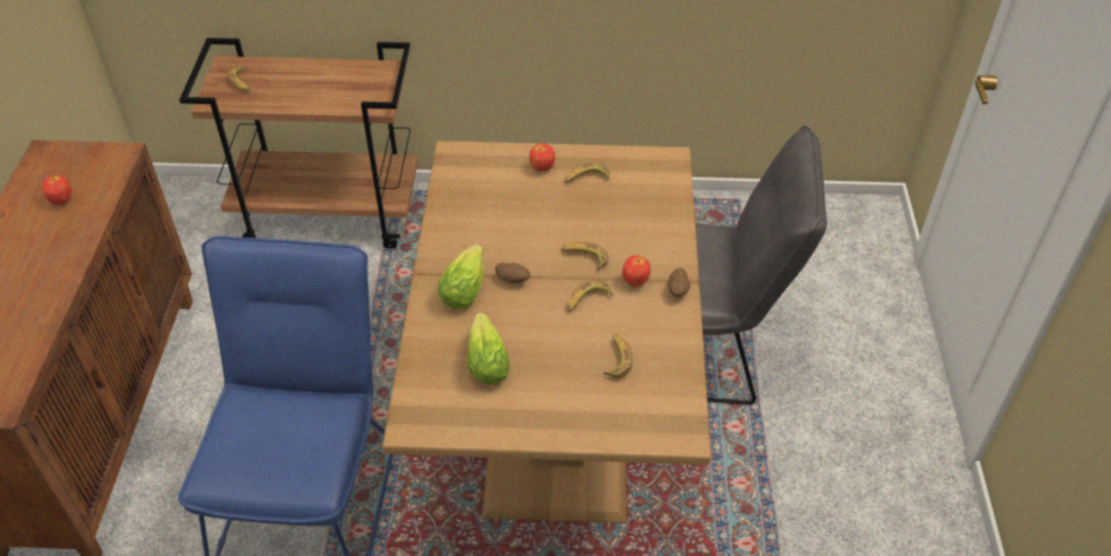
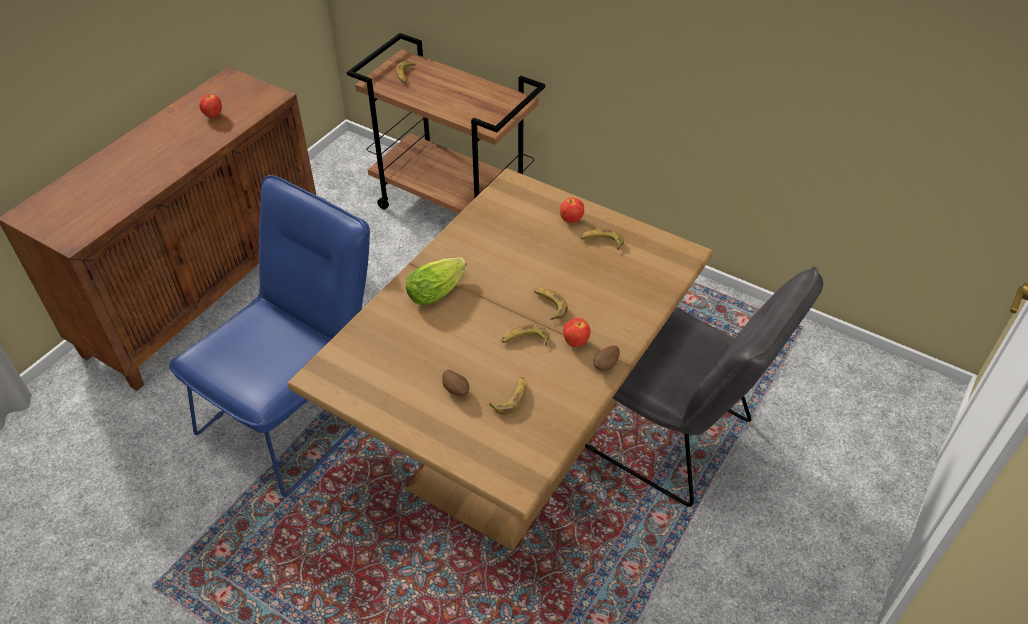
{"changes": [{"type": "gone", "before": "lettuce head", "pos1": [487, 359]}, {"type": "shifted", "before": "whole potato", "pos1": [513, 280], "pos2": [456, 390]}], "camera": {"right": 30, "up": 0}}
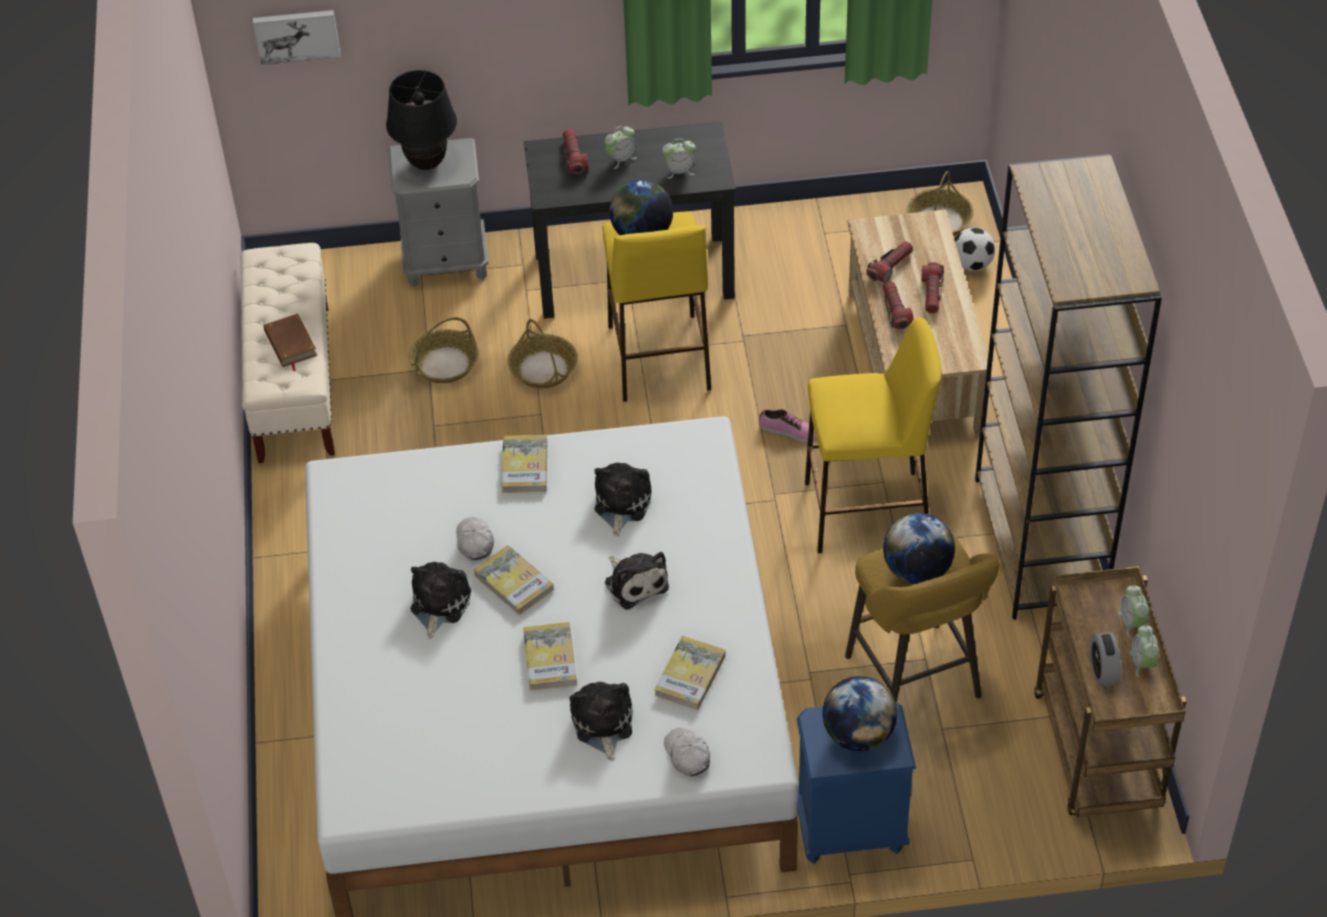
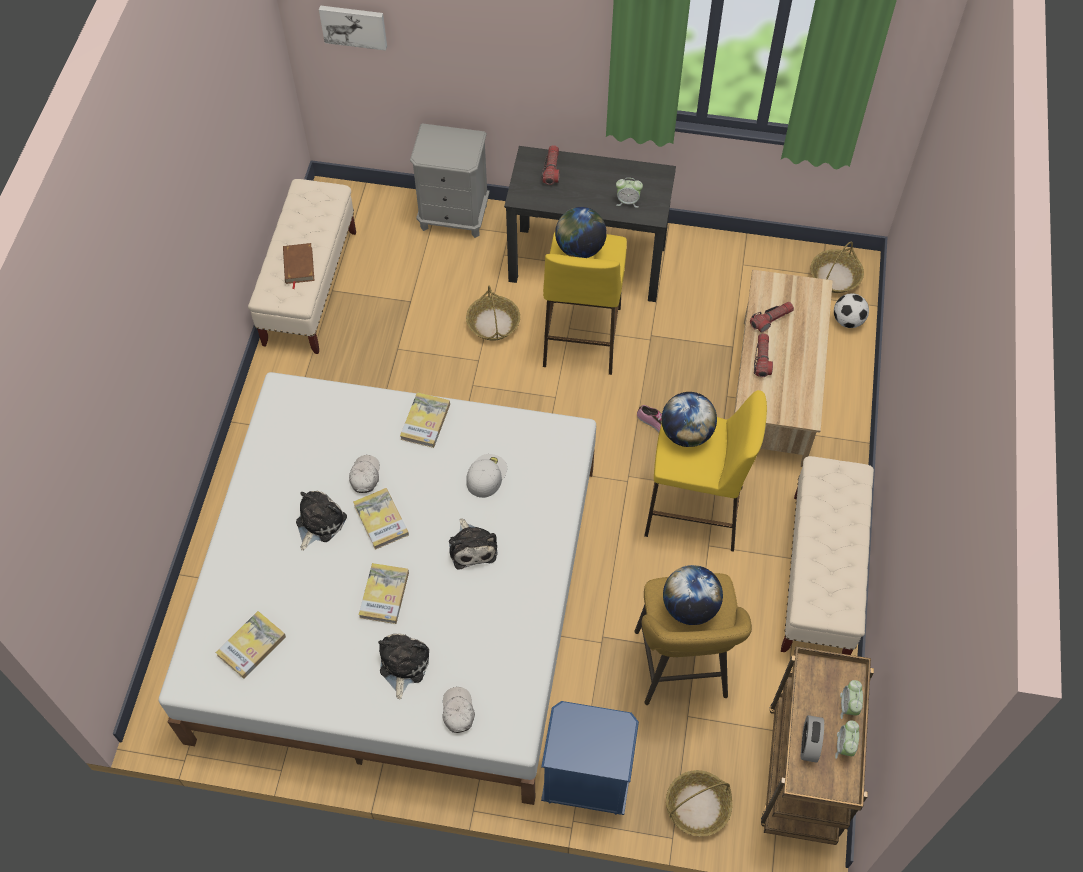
{"changes": [{"type": "gone", "before": "tabletop lamp (black)", "pos1": [427, 164]}, {"type": "gone", "before": "bedside clock", "pos1": [621, 159]}, {"type": "gone", "before": "flashlight", "pos1": [931, 293]}, {"type": "shifted", "before": "household basket", "pos1": [445, 363], "pos2": [698, 806]}, {"type": "shifted", "before": "bound book", "pos1": [690, 675], "pos2": [251, 646]}, {"type": "shifted", "before": "world globe", "pos1": [858, 735], "pos2": [686, 433]}, {"type": "swapped", "before": "cuddly toy", "after": "baseball cap (whitish)", "pos1": [621, 504], "pos2": [486, 475]}, {"type": "swapped", "before": "bookshelf (brown-coloured)", "after": "bench (beige-coloured)", "pos1": [1040, 543], "pos2": [819, 577]}], "camera": {"right": 15, "up": 10}}
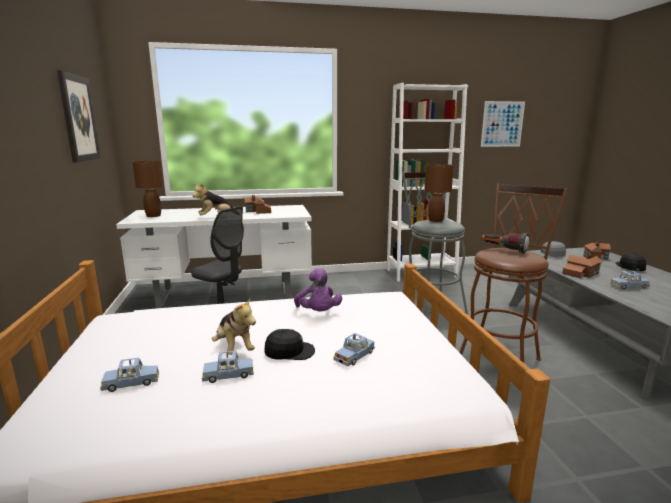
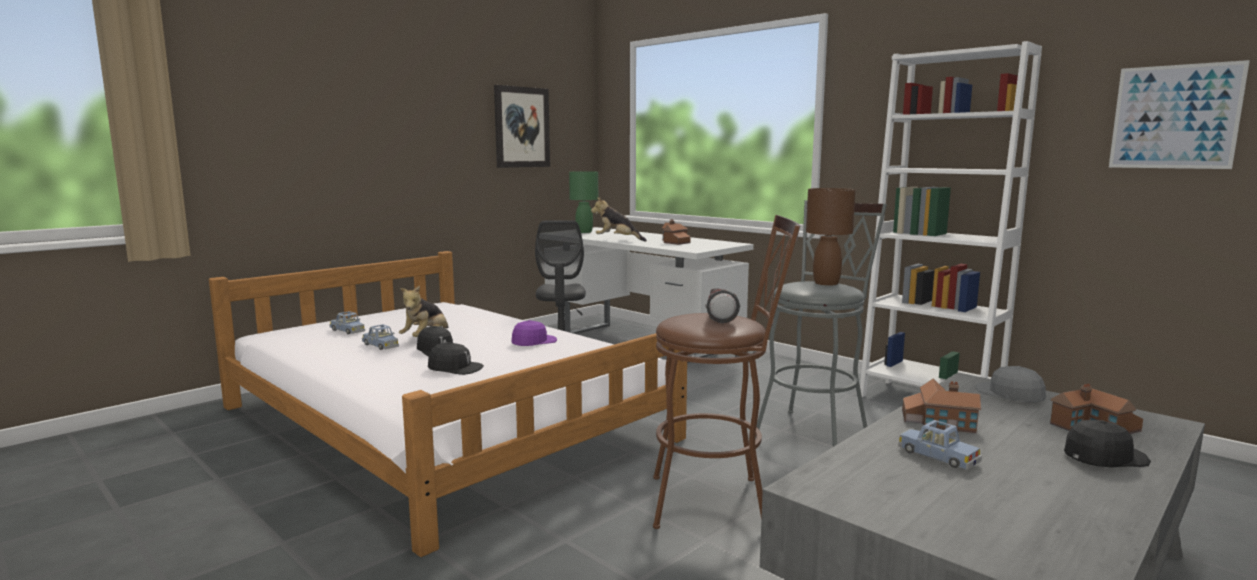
{"changes": [{"type": "swapped", "before": "cuddly toy (purplish)", "after": "baseball cap (purplish)", "pos1": [318, 313], "pos2": [533, 342]}, {"type": "swapped", "before": "toy car (bluish)", "after": "baseball cap (black)", "pos1": [355, 356], "pos2": [455, 368]}, {"type": "repainted", "before": "tabletop lamp (brown-coloured)", "after": "tabletop lamp (green-coloured)", "pos1": [153, 216], "pos2": [584, 232]}], "camera": {"right": 55, "up": -5}}
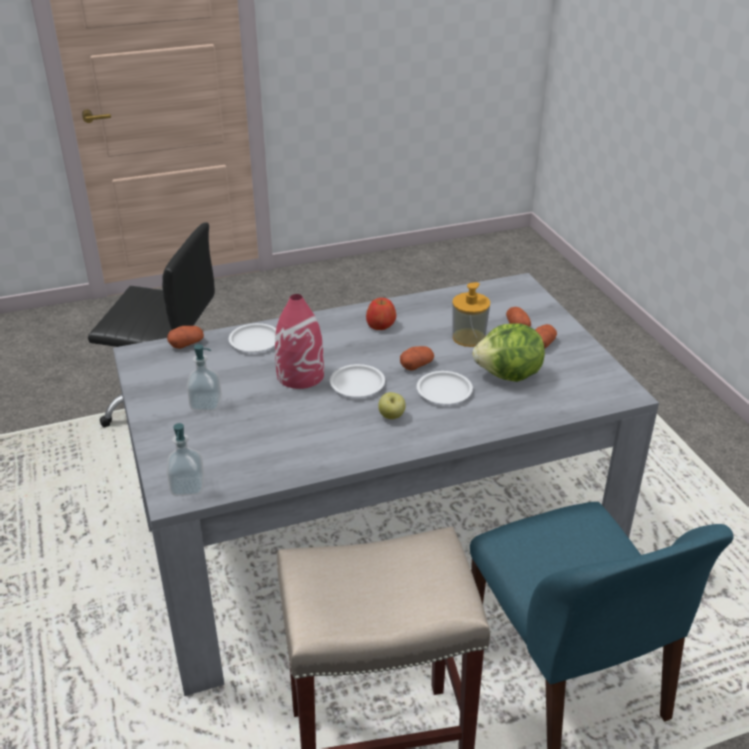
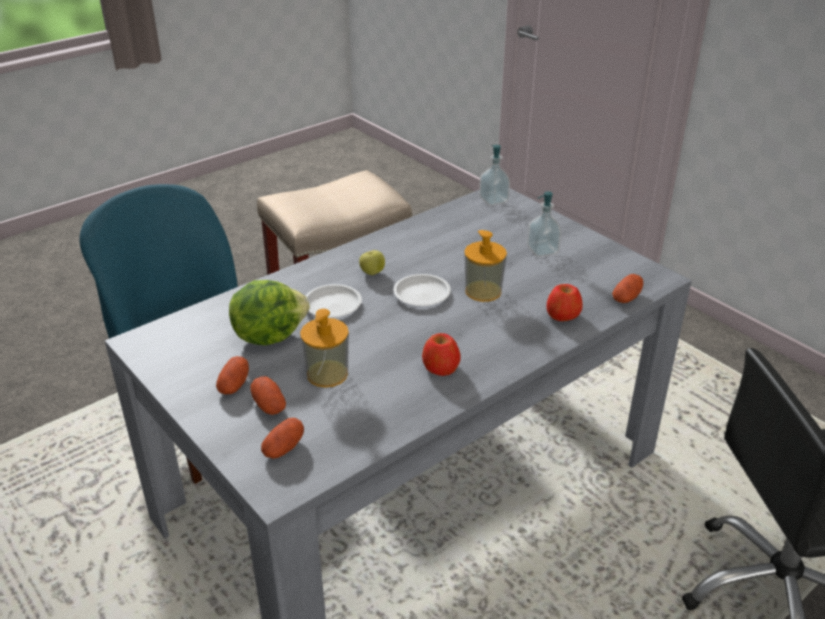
{"changes": [{"type": "shifted", "before": "whole potato", "pos1": [416, 365], "pos2": [283, 448]}, {"type": "swapped", "before": "dinner plate (whitish)", "after": "apple", "pos1": [254, 341], "pos2": [562, 315]}, {"type": "swapped", "before": "decorative vase (reddish)", "after": "liquid soap bottle", "pos1": [300, 375], "pos2": [483, 291]}], "camera": {"right": 160, "up": 0}}
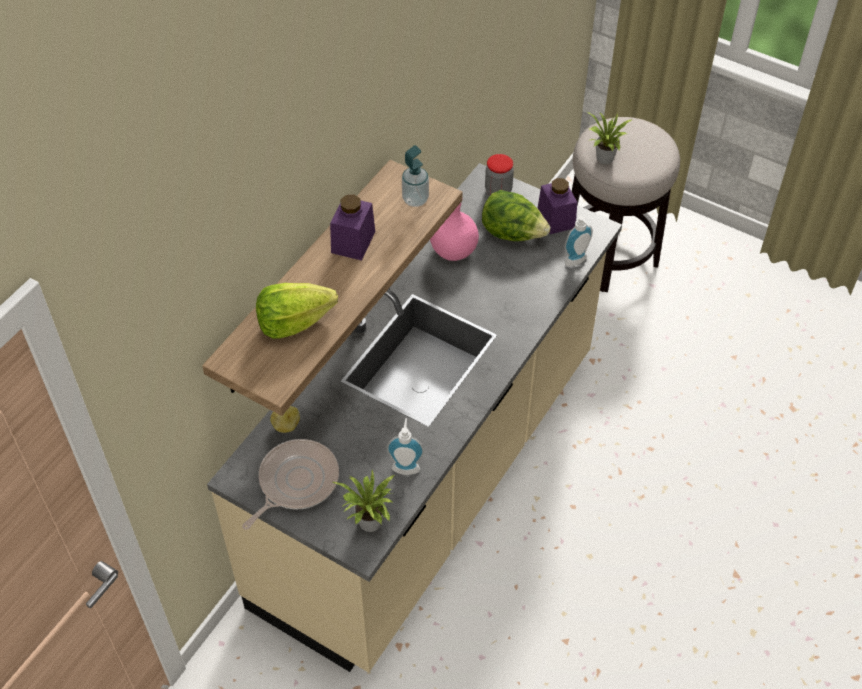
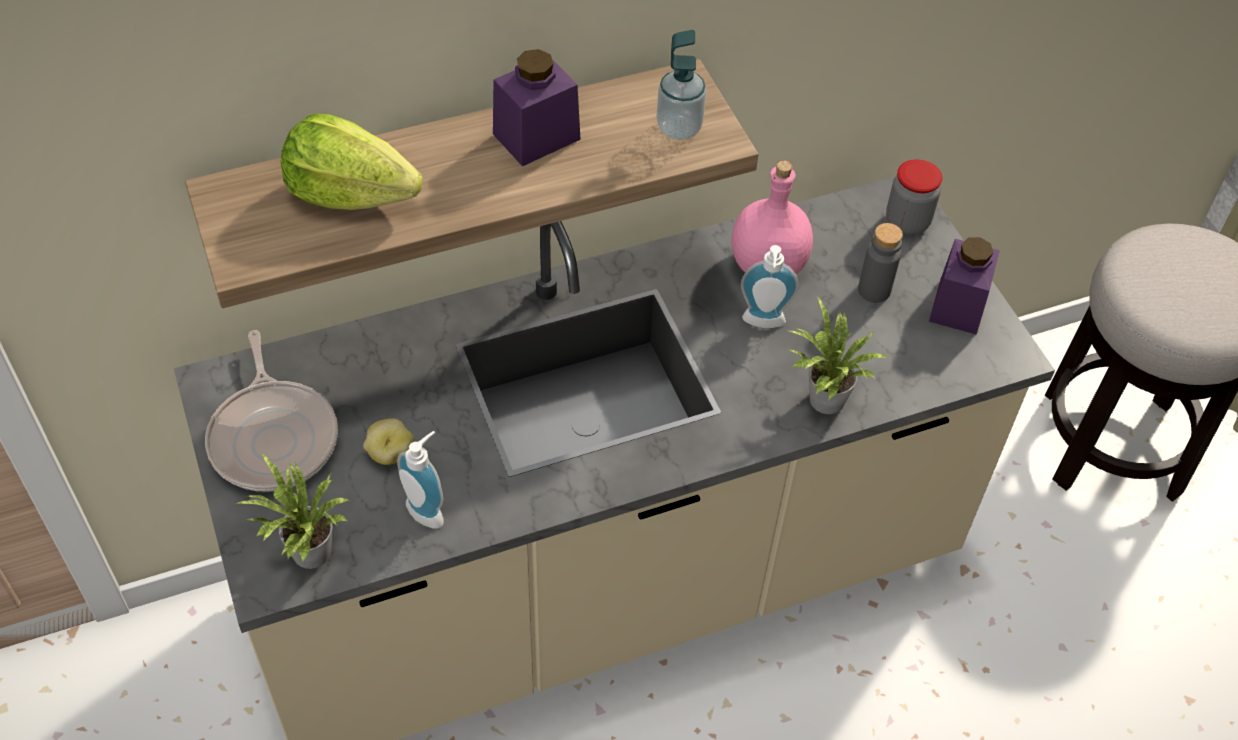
{"changes": [{"type": "shifted", "before": "whole potato", "pos1": [286, 425], "pos2": [389, 452]}, {"type": "shifted", "before": "liquid soap bottle", "pos1": [577, 262], "pos2": [763, 324]}, {"type": "shifted", "before": "potted plant", "pos1": [604, 159], "pos2": [822, 402]}, {"type": "swapped", "before": "lettuce head", "after": "bottle (greyish)", "pos1": [512, 234], "pos2": [874, 290]}, {"type": "rotated", "before": "skillet", "pos1": [295, 482], "pos2": [274, 436], "turn": 90}], "camera": {"right": 35, "up": 0}}
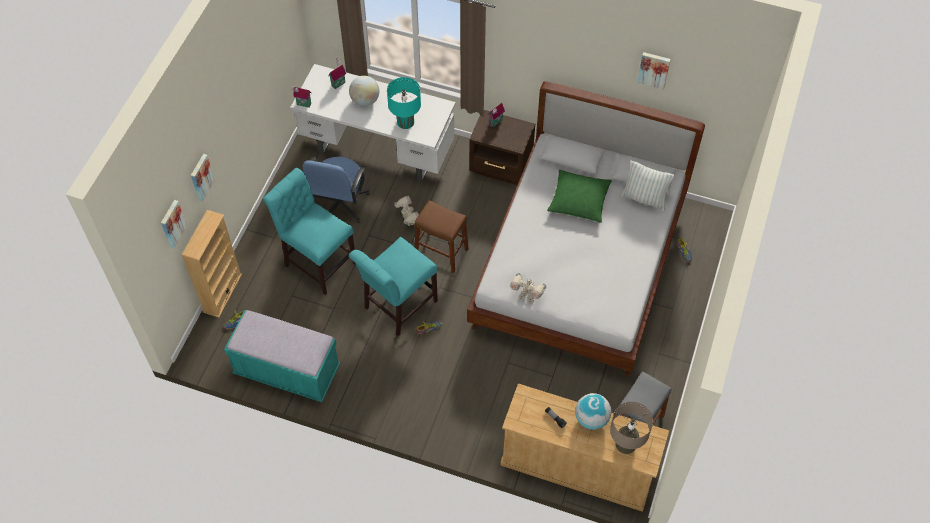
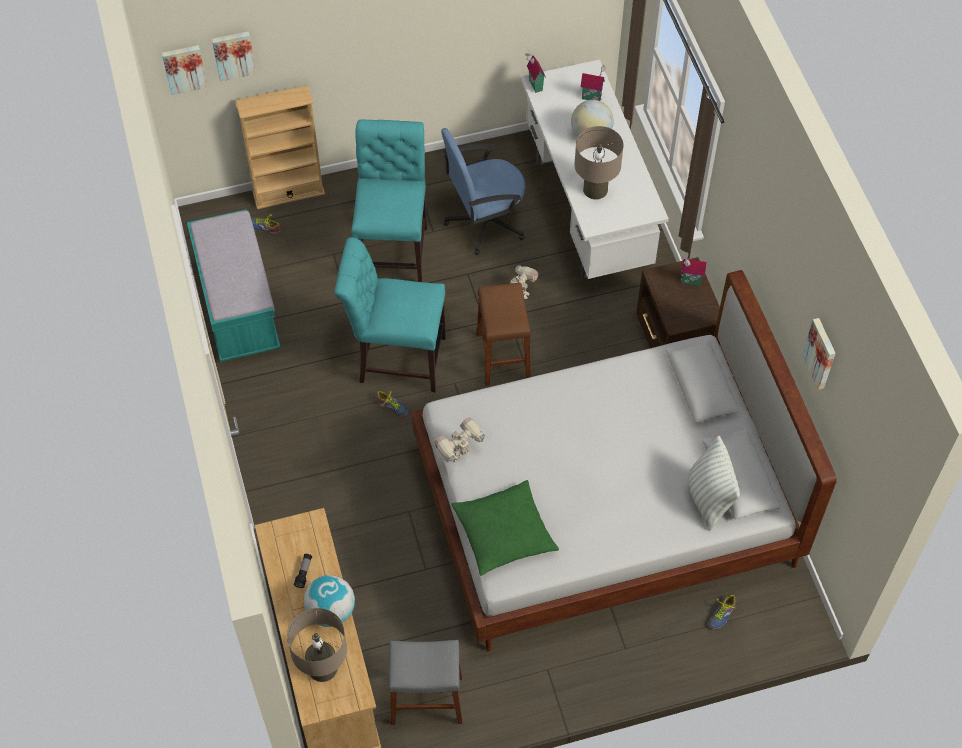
{"changes": [{"type": "shifted", "before": "picture", "pos1": [201, 177], "pos2": [184, 68]}, {"type": "shifted", "before": "cushion (green-coloured)", "pos1": [579, 200], "pos2": [504, 532]}, {"type": "repainted", "before": "tabletop lamp (turquoise)", "after": "tabletop lamp (beige-coloured)", "pos1": [405, 122], "pos2": [595, 189]}, {"type": "rotated", "before": "toy robot", "pos1": [527, 297], "pos2": [459, 454], "turn": 60}], "camera": {"right": 55, "up": 0}}
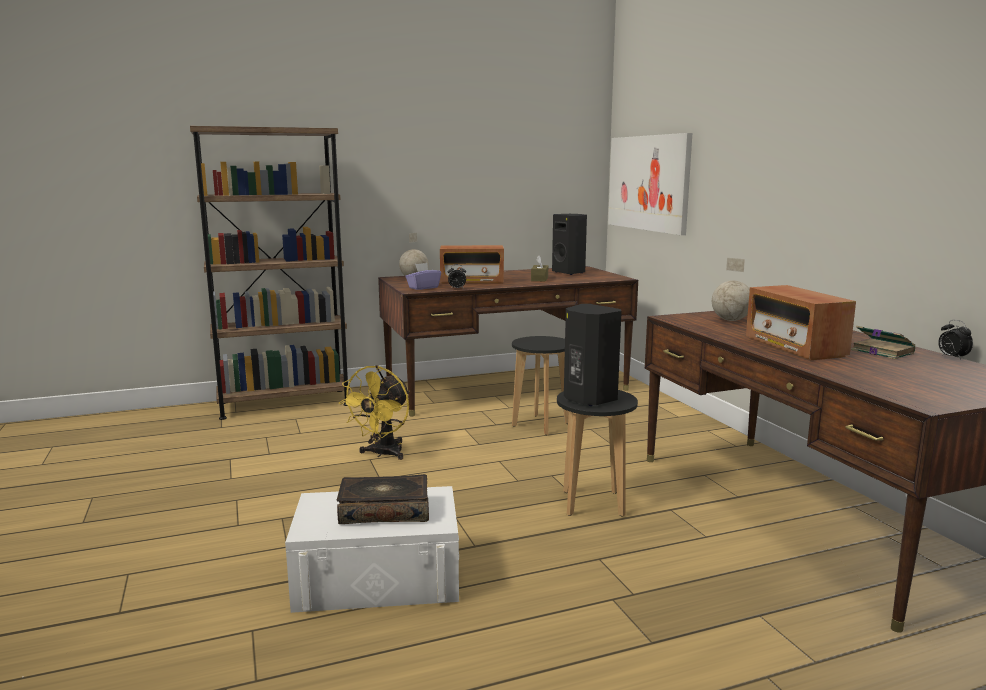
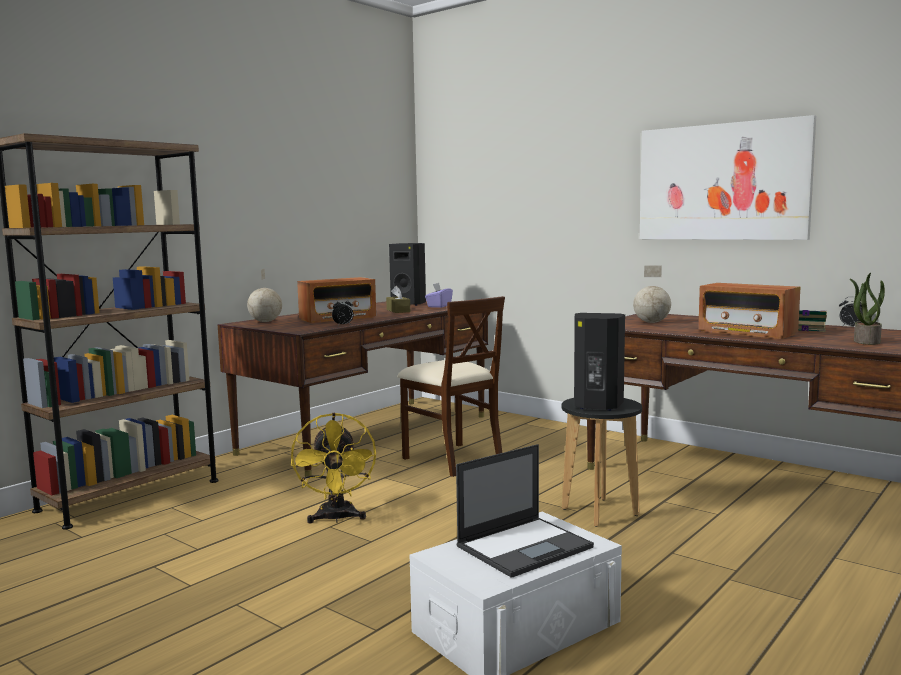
{"changes": [{"type": "new", "after": "potted plant", "pos2": [866, 341]}, {"type": "shifted", "before": "box of tissues (purplish)", "pos1": [423, 288], "pos2": [439, 306]}, {"type": "shifted", "before": "picture", "pos1": [648, 183], "pos2": [722, 182]}, {"type": "swapped", "before": "bound book", "after": "portable computer", "pos1": [384, 511], "pos2": [525, 546]}, {"type": "swapped", "before": "stool (black)", "after": "upright chair (beige-coloured)", "pos1": [540, 425], "pos2": [453, 459]}], "camera": {"right": -30, "up": -5}}
